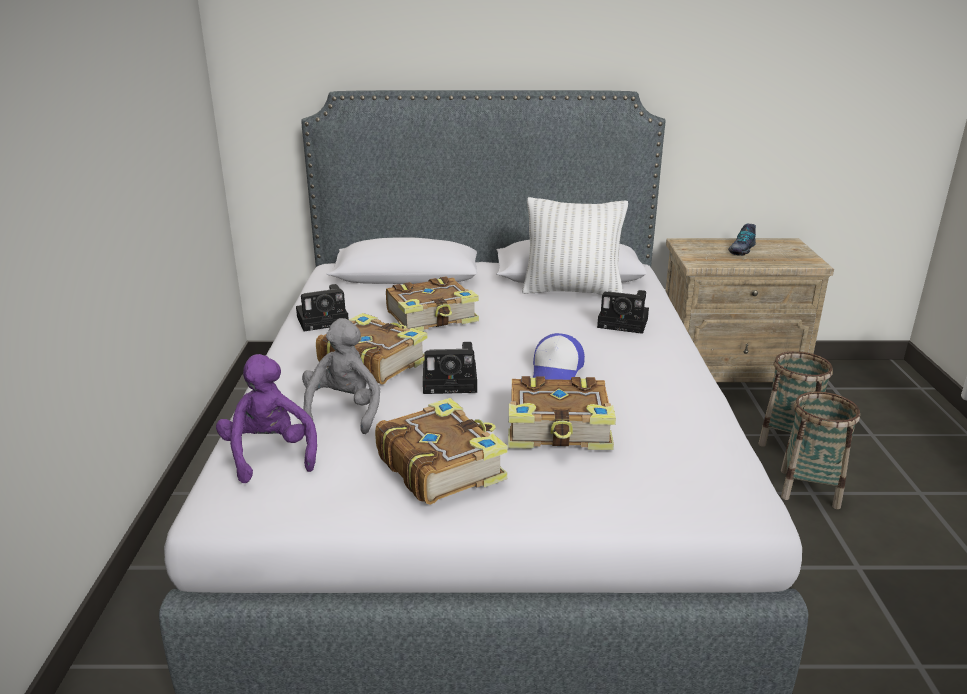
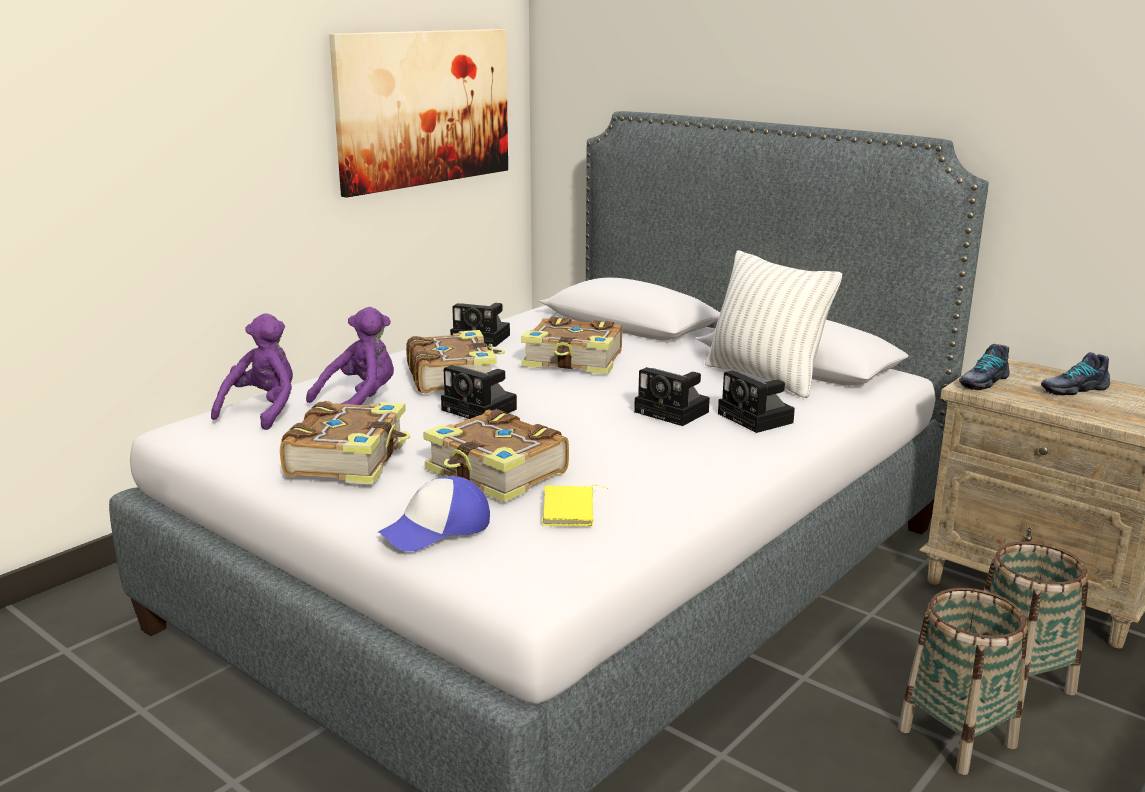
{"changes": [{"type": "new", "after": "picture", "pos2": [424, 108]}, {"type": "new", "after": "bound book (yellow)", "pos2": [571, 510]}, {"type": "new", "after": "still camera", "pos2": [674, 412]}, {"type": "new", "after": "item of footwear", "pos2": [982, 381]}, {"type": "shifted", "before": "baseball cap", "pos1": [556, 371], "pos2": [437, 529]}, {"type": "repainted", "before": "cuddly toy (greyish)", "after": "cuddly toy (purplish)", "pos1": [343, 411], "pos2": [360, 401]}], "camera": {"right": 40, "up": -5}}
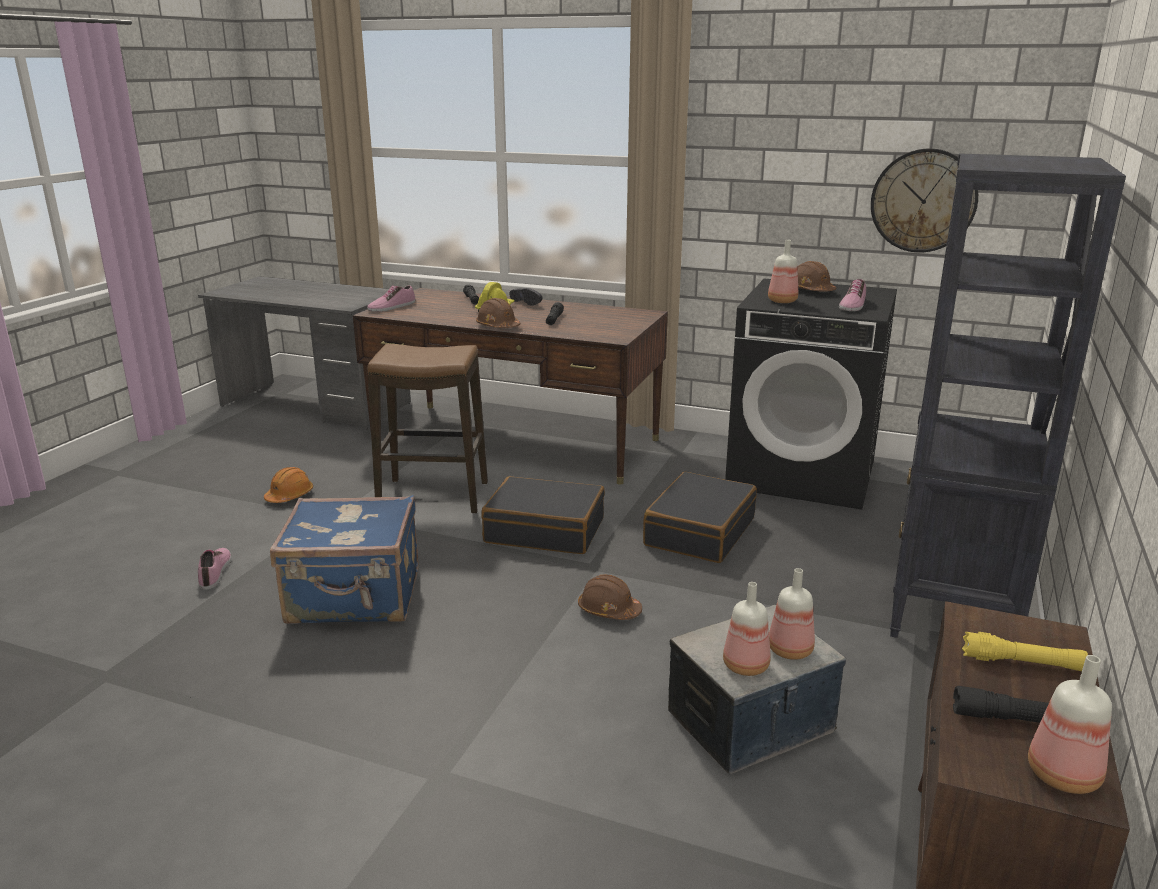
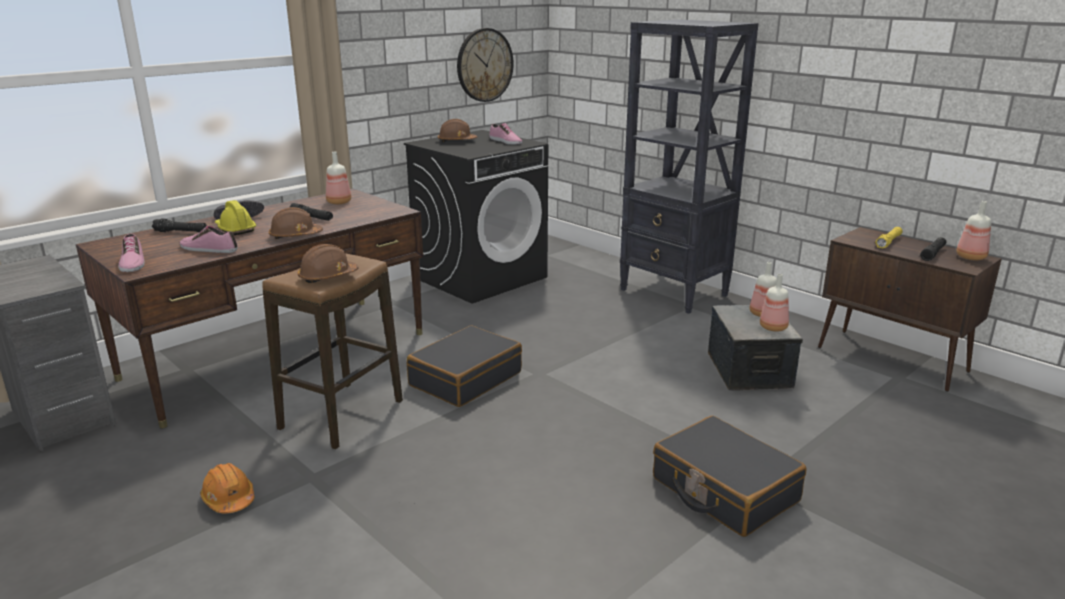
{"changes": [{"type": "gone", "before": "suitcase (bluish)", "pos1": [355, 597]}, {"type": "shifted", "before": "item of footwear", "pos1": [215, 572], "pos2": [209, 249]}, {"type": "shifted", "before": "safety helmet (brown-coloured)", "pos1": [608, 610], "pos2": [328, 277]}, {"type": "shifted", "before": "suitcase (black)", "pos1": [699, 532], "pos2": [724, 490]}, {"type": "shifted", "before": "bottle", "pos1": [781, 301], "pos2": [339, 202]}], "camera": {"right": -65, "up": 0}}
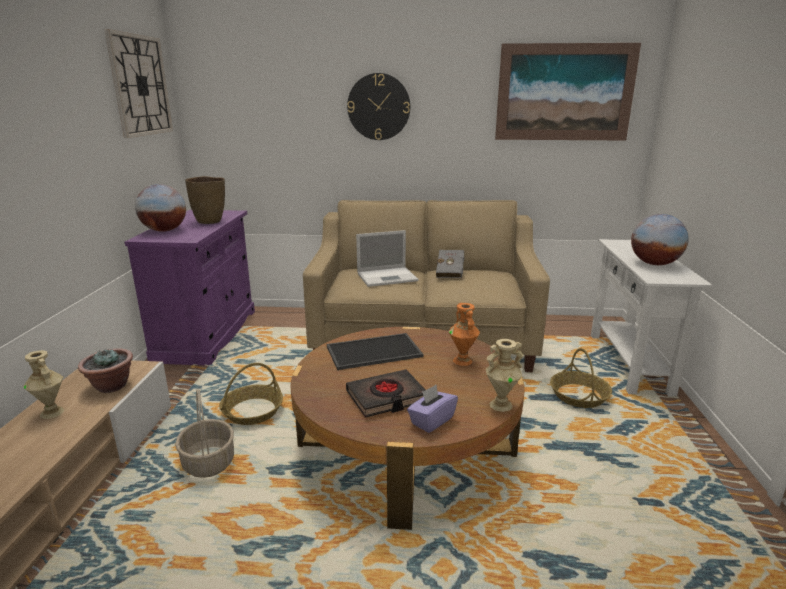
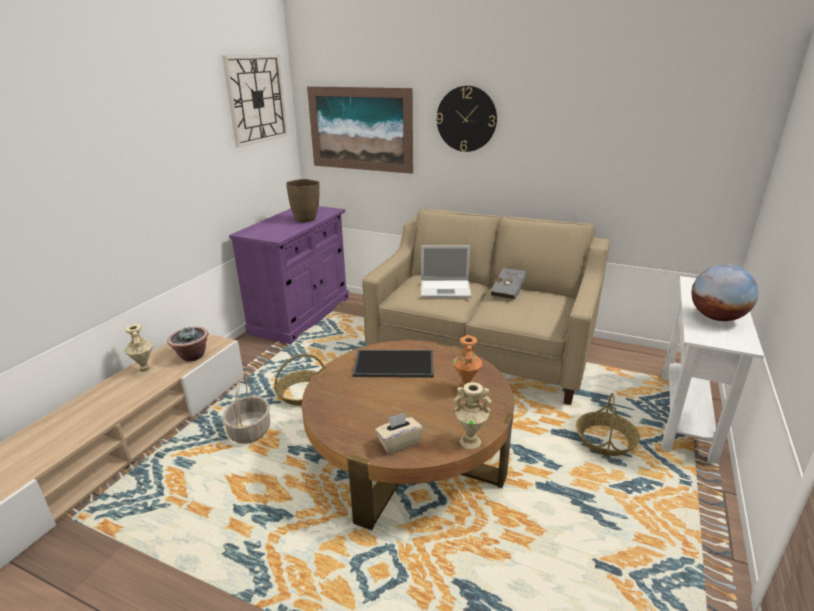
{"changes": [{"type": "gone", "before": "world globe", "pos1": [164, 230]}, {"type": "gone", "before": "bound book (black)", "pos1": [386, 397]}, {"type": "shifted", "before": "picture", "pos1": [564, 93], "pos2": [360, 129]}, {"type": "repainted", "before": "box of tissues (purplish)", "after": "box of tissues (beige-coloured)", "pos1": [431, 421], "pos2": [398, 443]}], "camera": {"right": 20, "up": 5}}
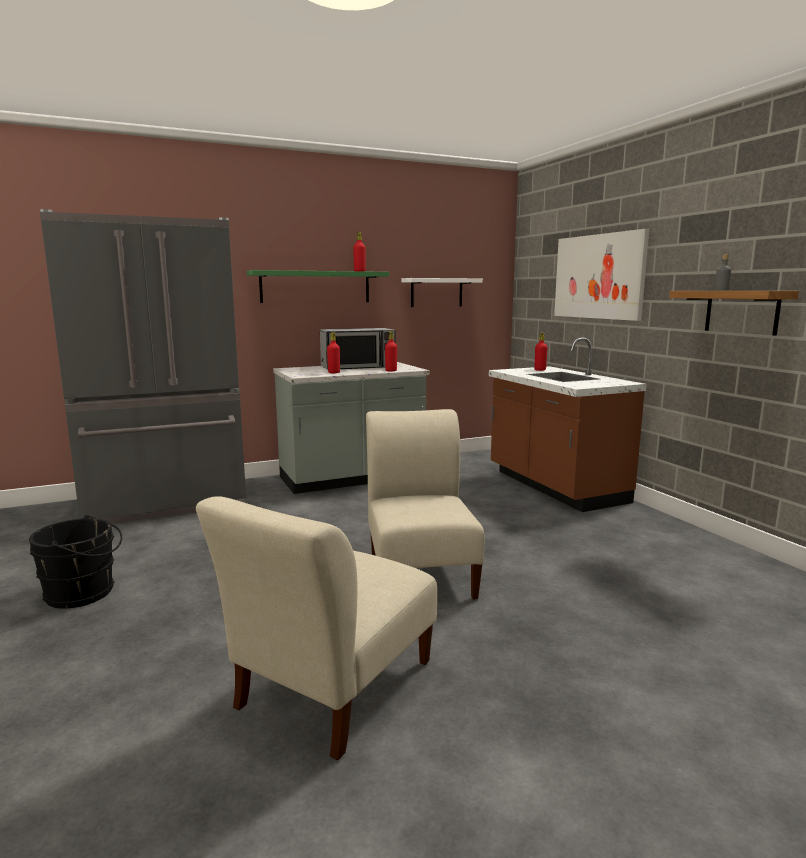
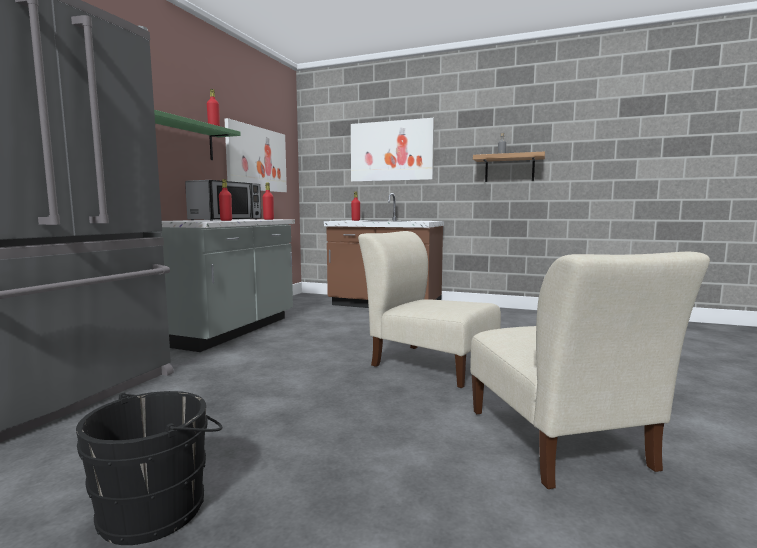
{"changes": [{"type": "swapped", "before": "shelf (whitish)", "after": "picture", "pos1": [436, 292], "pos2": [257, 159]}], "camera": {"right": -45, "up": -5}}
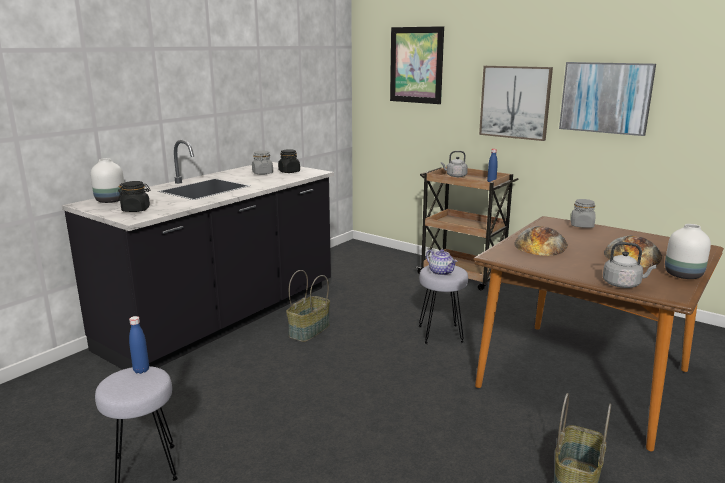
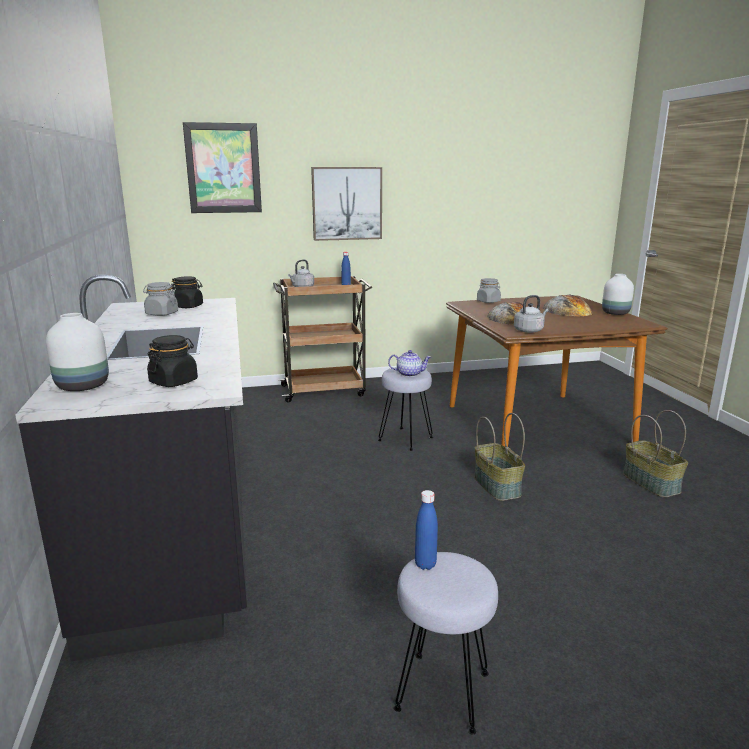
{"changes": [{"type": "gone", "before": "picture", "pos1": [605, 97]}, {"type": "shifted", "before": "household basket", "pos1": [309, 331], "pos2": [498, 486]}, {"type": "shifted", "before": "water kettle (greyish)", "pos1": [623, 284], "pos2": [529, 330]}], "camera": {"right": -50, "up": 0}}
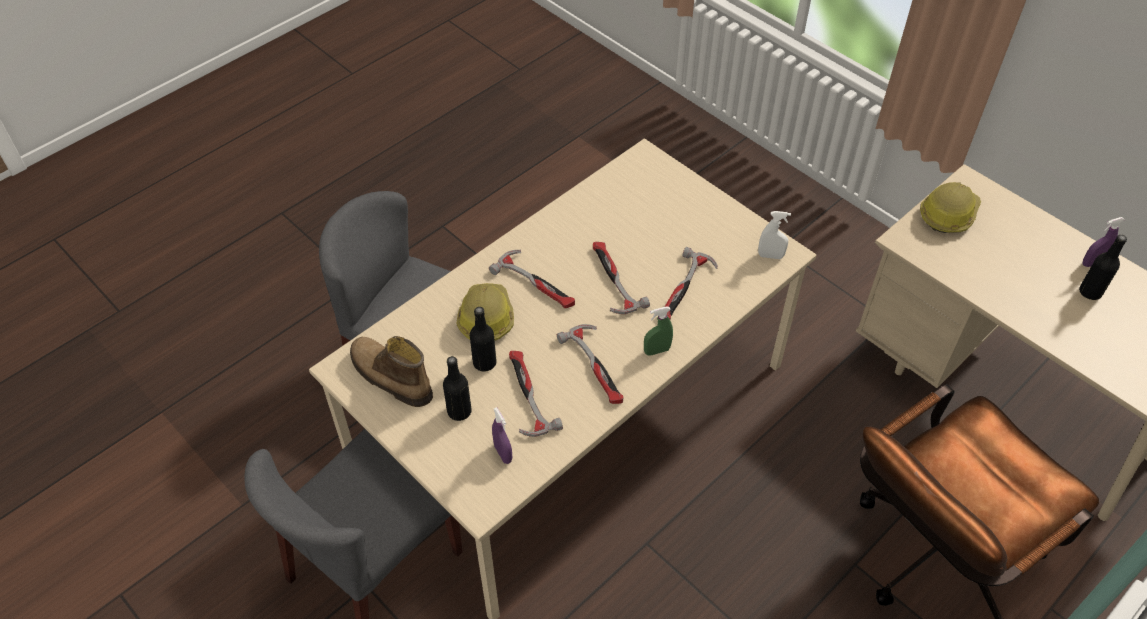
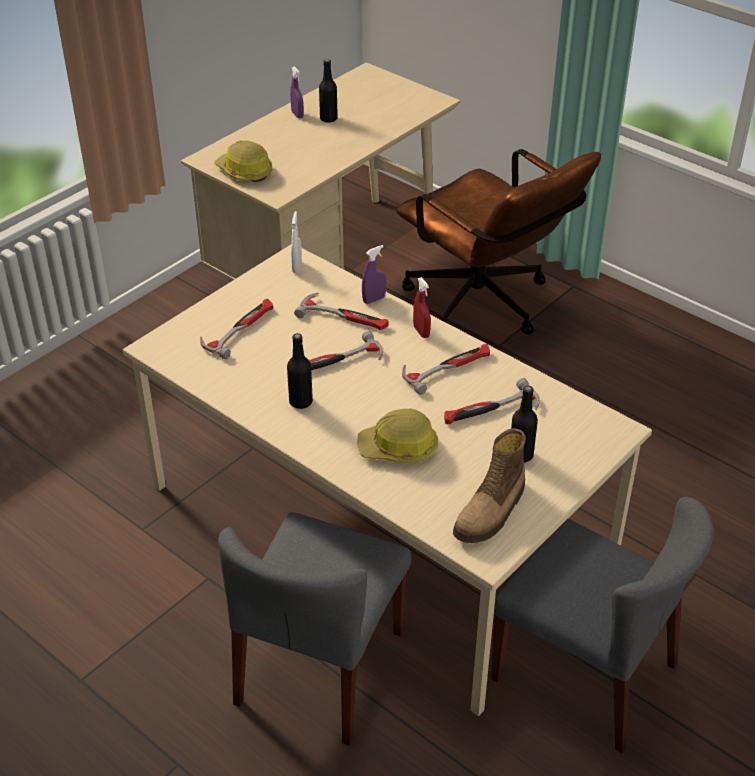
{"changes": [{"type": "shifted", "before": "bottle (black)", "pos1": [484, 363], "pos2": [300, 402]}, {"type": "shifted", "before": "hammer", "pos1": [537, 283], "pos2": [239, 329]}, {"type": "shifted", "before": "hand sprayer (purplish)", "pos1": [503, 453], "pos2": [374, 299]}, {"type": "repainted", "before": "hand sprayer (green-coloured)", "after": "hand sprayer (reddish)", "pos1": [657, 351], "pos2": [421, 332]}], "camera": {"right": -95, "up": -10}}
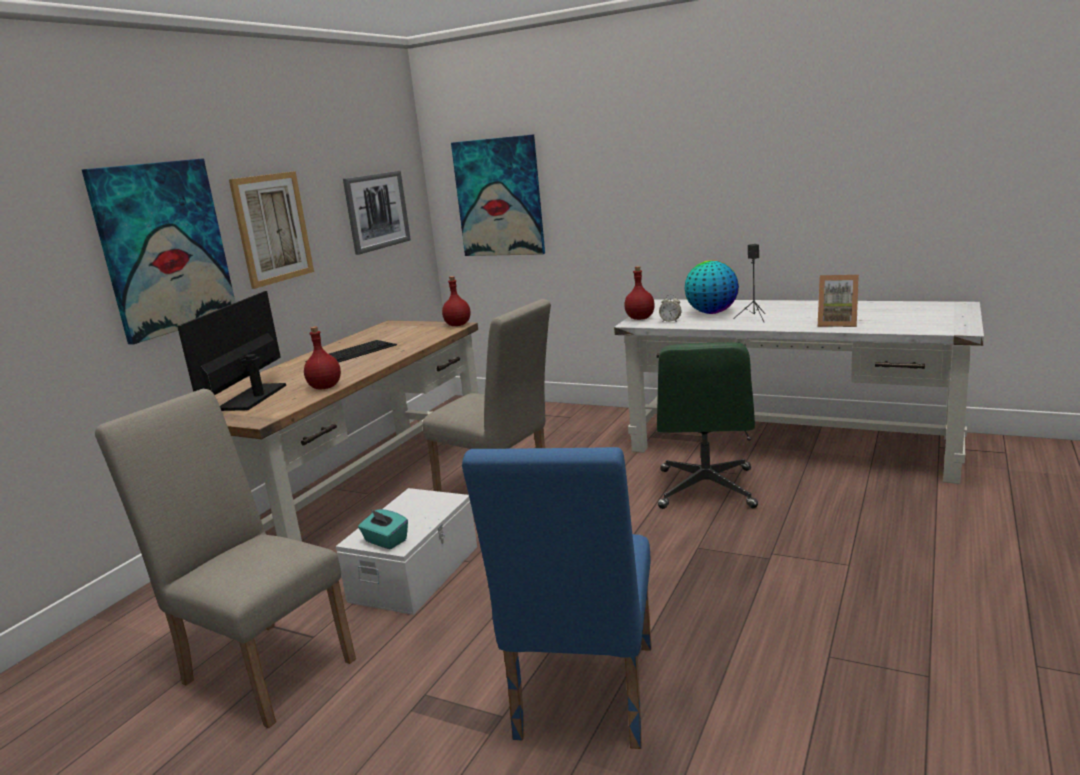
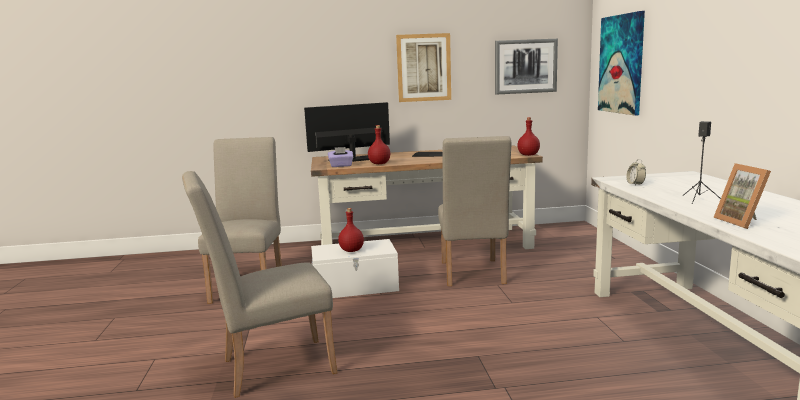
{"changes": [{"type": "gone", "before": "picture", "pos1": [164, 248]}, {"type": "gone", "before": "box of tissues (turquoise)", "pos1": [385, 541]}, {"type": "gone", "before": "desk chair (green-coloured)", "pos1": [706, 489]}, {"type": "gone", "before": "world globe", "pos1": [711, 313]}, {"type": "new", "after": "box of tissues (purplish)", "pos2": [341, 166]}, {"type": "shifted", "before": "bottle (reddish)", "pos1": [640, 318], "pos2": [351, 250]}, {"type": "repainted", "before": "upright chair (bluish)", "after": "upright chair (beige-coloured)", "pos1": [582, 700], "pos2": [269, 367]}], "camera": {"right": 55, "up": -5}}
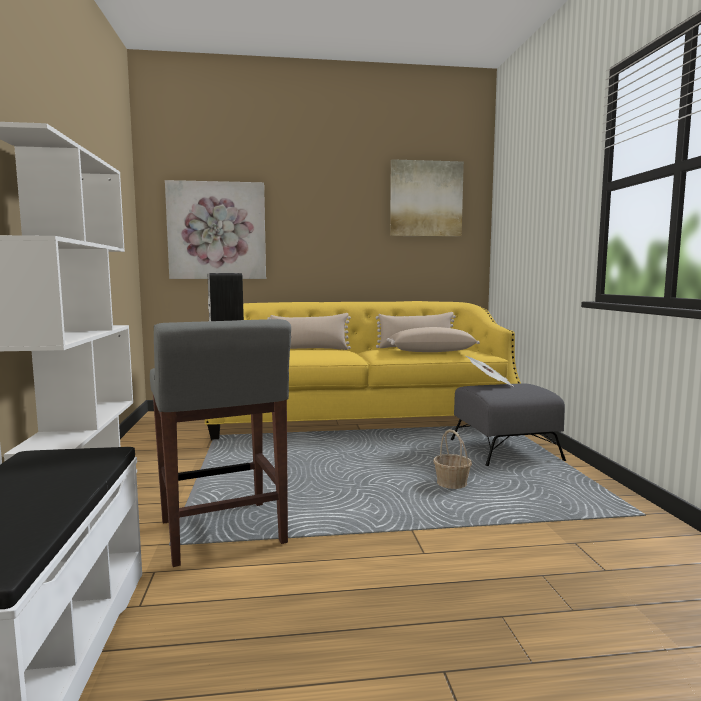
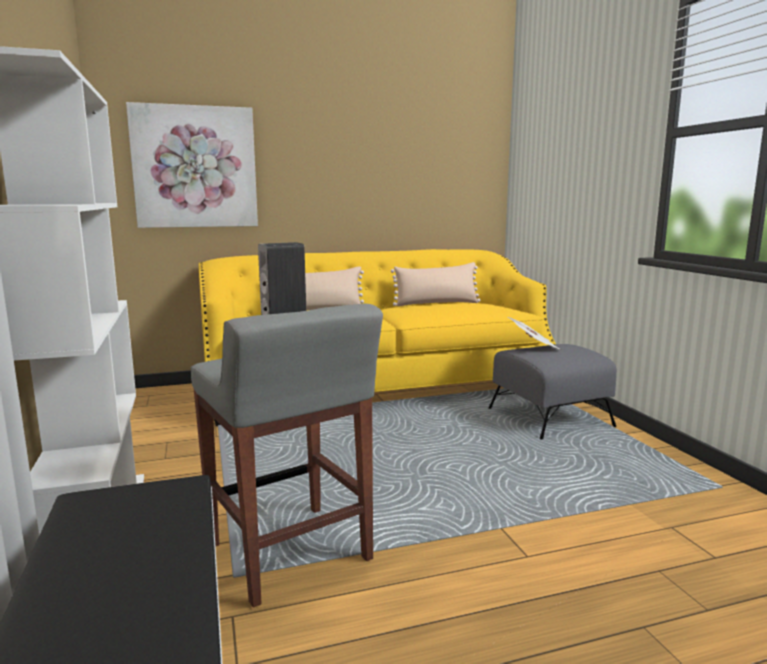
{"changes": [{"type": "gone", "before": "cushion (beige-coloured)", "pos1": [431, 351]}, {"type": "gone", "before": "picture", "pos1": [426, 199]}, {"type": "gone", "before": "household basket", "pos1": [451, 484]}], "camera": {"right": -10, "up": 5}}
